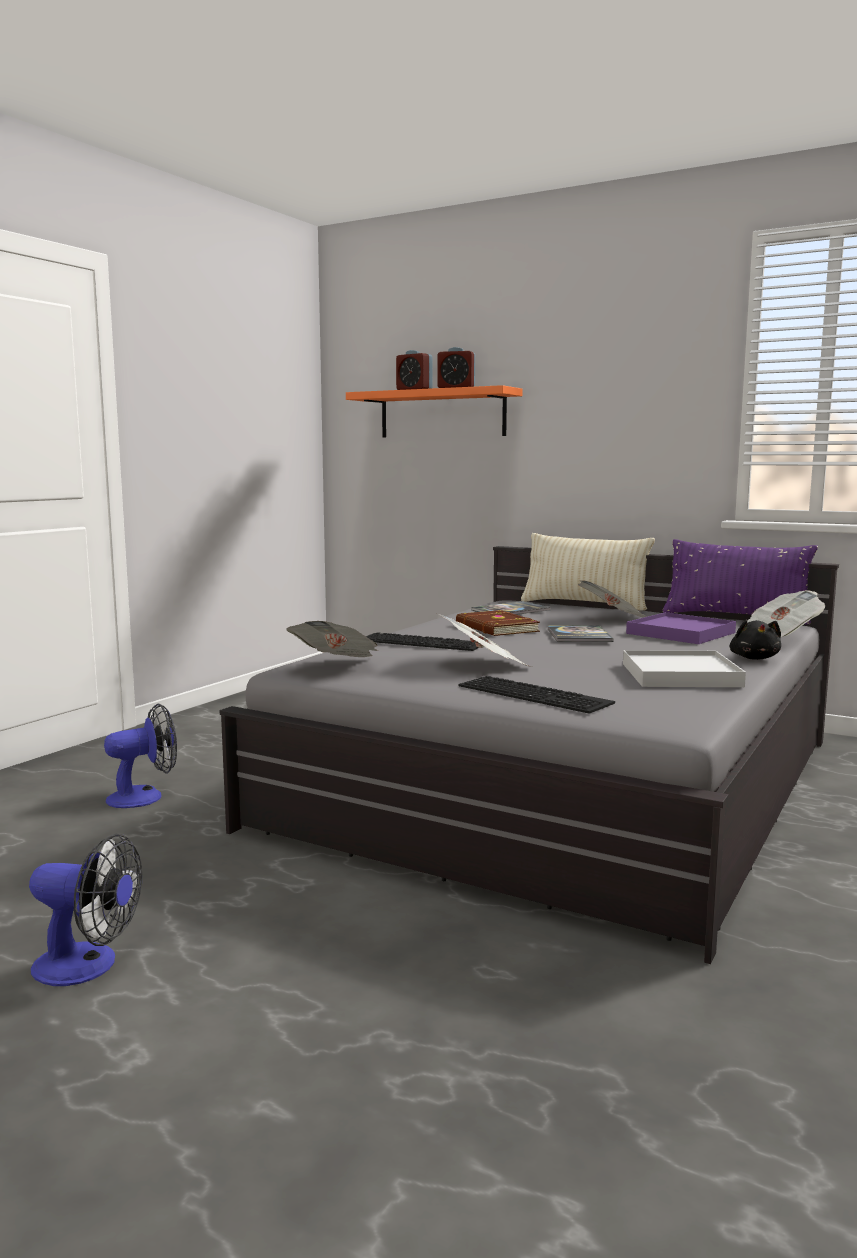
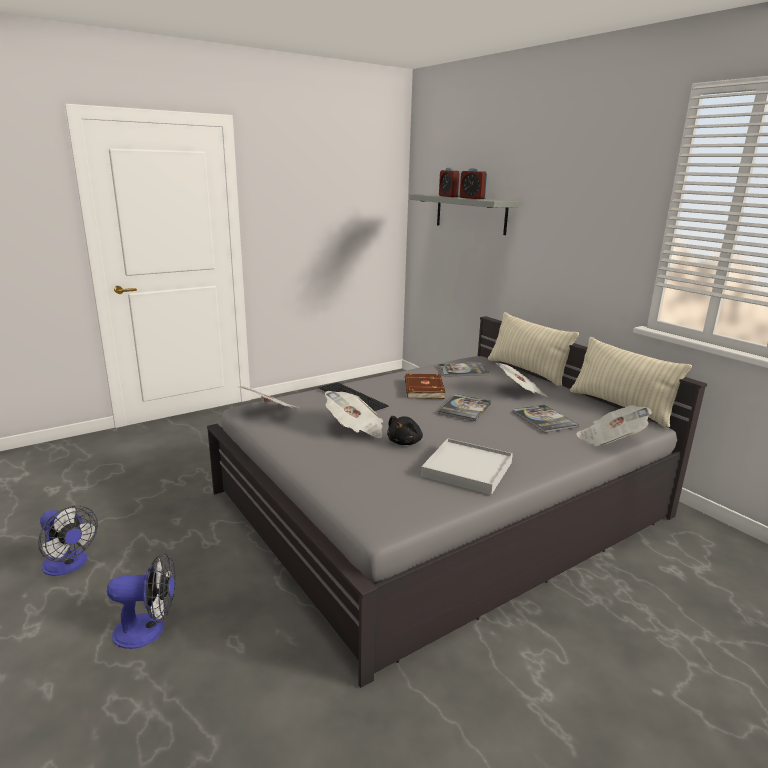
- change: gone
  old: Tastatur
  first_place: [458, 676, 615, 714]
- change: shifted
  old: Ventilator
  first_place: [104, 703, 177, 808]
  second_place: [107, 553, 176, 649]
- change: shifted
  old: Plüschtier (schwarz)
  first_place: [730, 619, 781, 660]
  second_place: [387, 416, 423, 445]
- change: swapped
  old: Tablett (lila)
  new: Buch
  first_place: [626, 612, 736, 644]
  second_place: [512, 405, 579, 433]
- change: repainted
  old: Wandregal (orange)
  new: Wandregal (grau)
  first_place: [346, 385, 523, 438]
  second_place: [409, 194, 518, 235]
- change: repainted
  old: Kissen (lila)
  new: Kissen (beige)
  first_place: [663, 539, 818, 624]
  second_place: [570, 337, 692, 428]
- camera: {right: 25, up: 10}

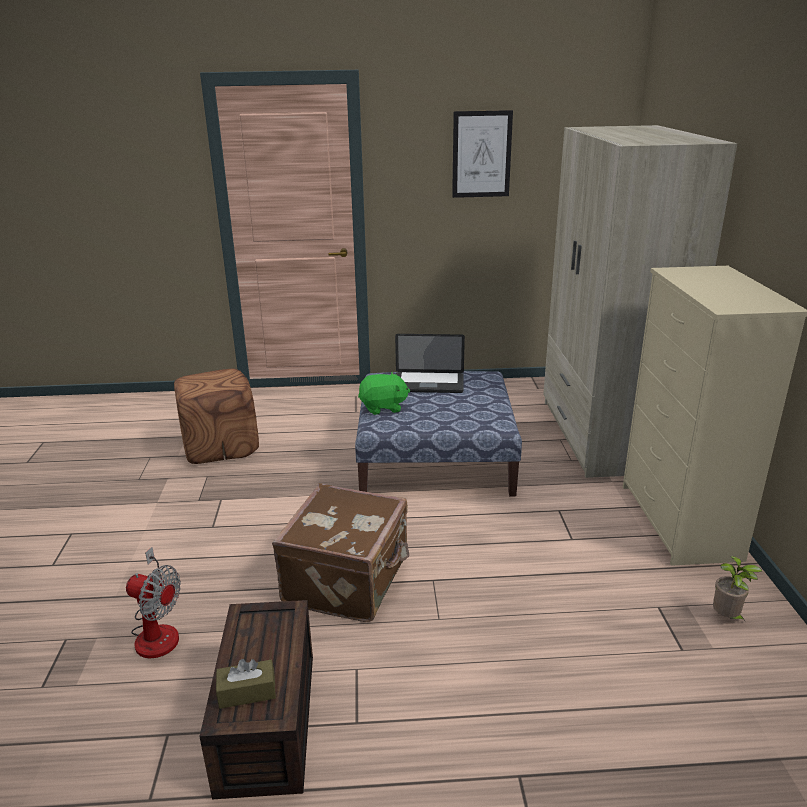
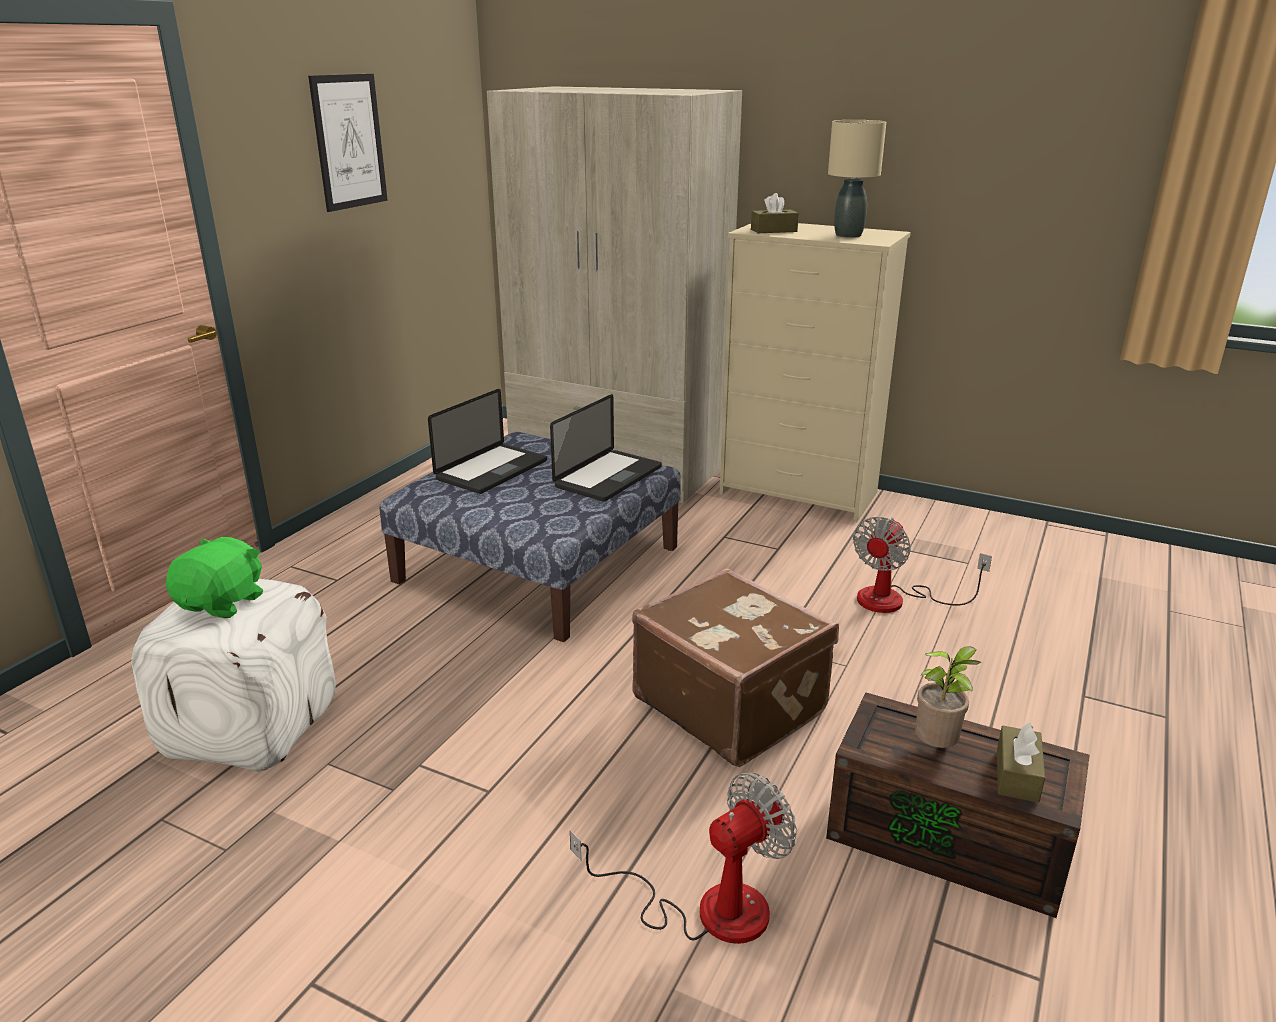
- change: new
  new: Laptop
  second_place: [550, 394, 662, 502]
- change: new
  new: Taschentuchbox (braun)
  second_place: [751, 193, 799, 233]
- change: new
  new: Tischlampe (beige)
  second_place: [828, 120, 886, 238]
- change: new
  new: Ventilator
  second_place: [853, 517, 992, 613]
- change: shifted
  old: Plüschtier (grün)
  first_place: [358, 372, 410, 415]
  second_place: [166, 537, 263, 618]
- change: shifted
  old: Topfpflanze
  first_place: [713, 556, 762, 621]
  second_place: [915, 647, 981, 748]
- change: repainted
  old: Polsterhocker (braun)
  new: Polsterhocker (weiß)
  first_place: [174, 369, 259, 464]
  second_place: [132, 579, 336, 771]
- camera: {right: -60, up: 0}

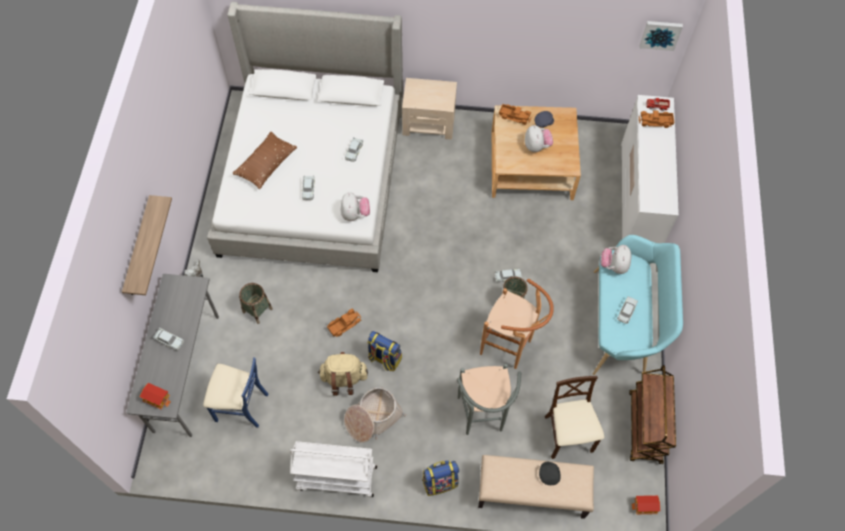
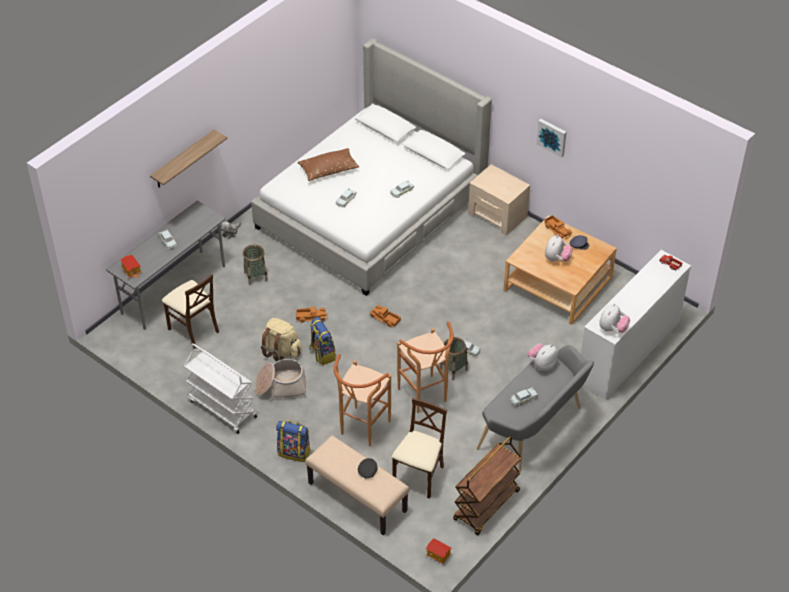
- change: shifted
  old: Plüschtier
  first_place: [341, 192, 370, 221]
  second_place: [599, 303, 630, 333]
- change: shifted
  old: Spielzeuglaster
  first_place: [639, 110, 674, 128]
  second_place: [370, 305, 401, 327]
- change: shifted
  old: Bild
  first_place: [640, 21, 683, 51]
  second_place: [536, 119, 567, 158]
- change: repainted
  old: Stuhl (blau)
  new: Stuhl (beige)
  first_place: [203, 357, 268, 428]
  second_place: [162, 274, 219, 349]
- change: repainted
  old: Hocker (grau)
  new: Hocker (braun)
  first_place: [457, 364, 521, 435]
  second_place: [334, 354, 391, 446]
- change: repainted
  old: Bank (türkis)
  new: Bank (grau)
  first_place: [593, 235, 683, 375]
  second_place: [476, 345, 594, 472]
- camera: {right: 35, up: -15}

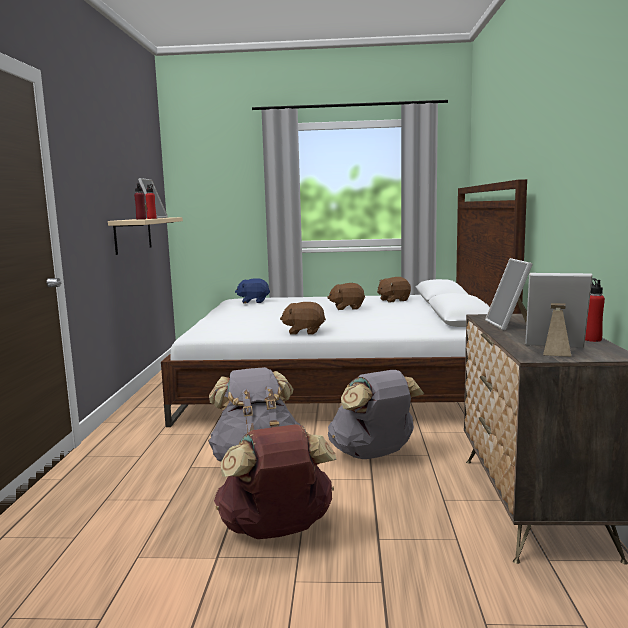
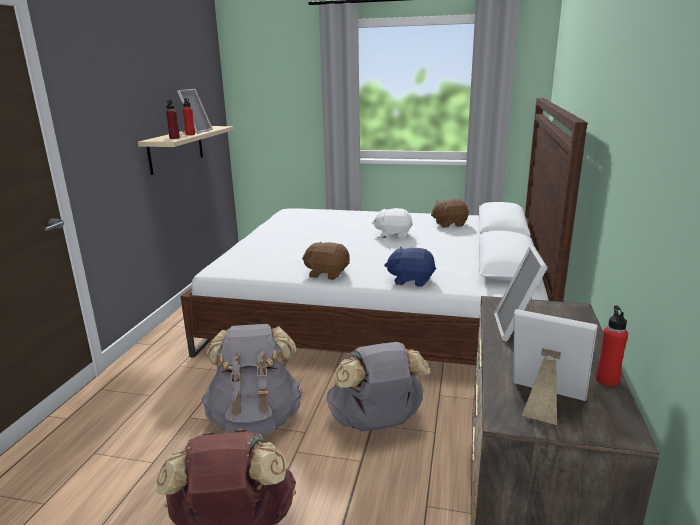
- change: shifted
  old: Plüschtier (blau)
  first_place: [235, 278, 270, 303]
  second_place: [384, 247, 436, 287]
- change: repainted
  old: Plüschtier (braun)
  new: Plüschtier (weiß)
  first_place: [327, 283, 365, 310]
  second_place: [372, 208, 413, 238]
- camera: {right: 10, up: 10}

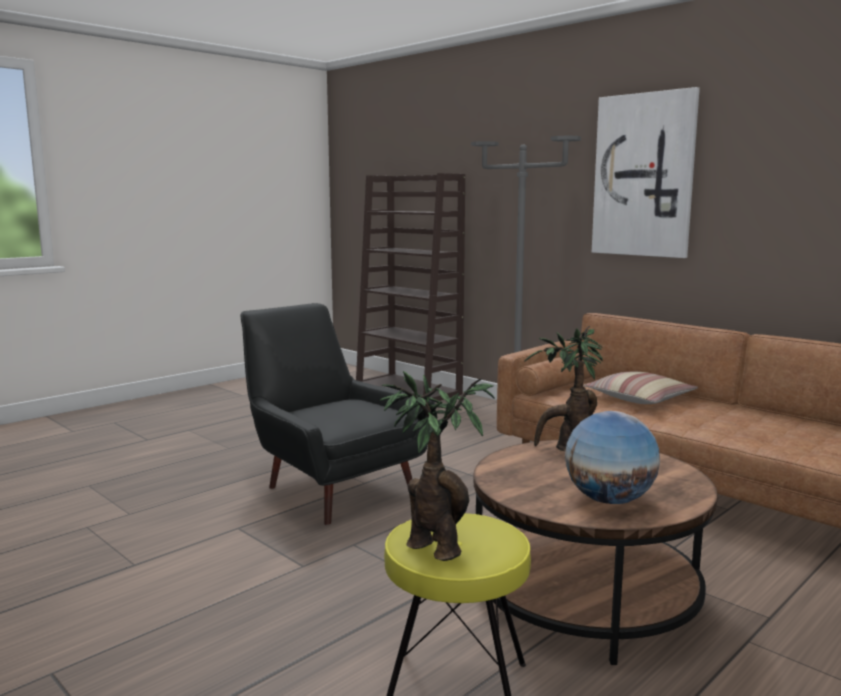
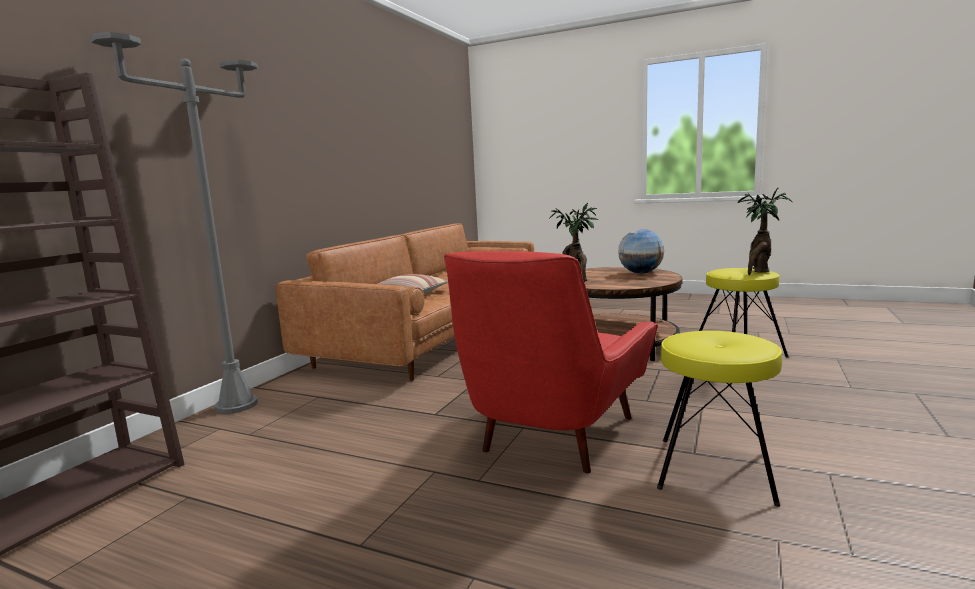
- change: gone
  old: Bild
  first_place: [592, 87, 700, 258]
- change: new
  new: Hocker (gelb)
  second_place: [657, 331, 782, 507]
- change: repainted
  old: Sessel (schwarz)
  new: Sessel (rot)
  first_place: [240, 303, 436, 525]
  second_place: [444, 251, 658, 473]
- camera: {right: -110, up: 0}

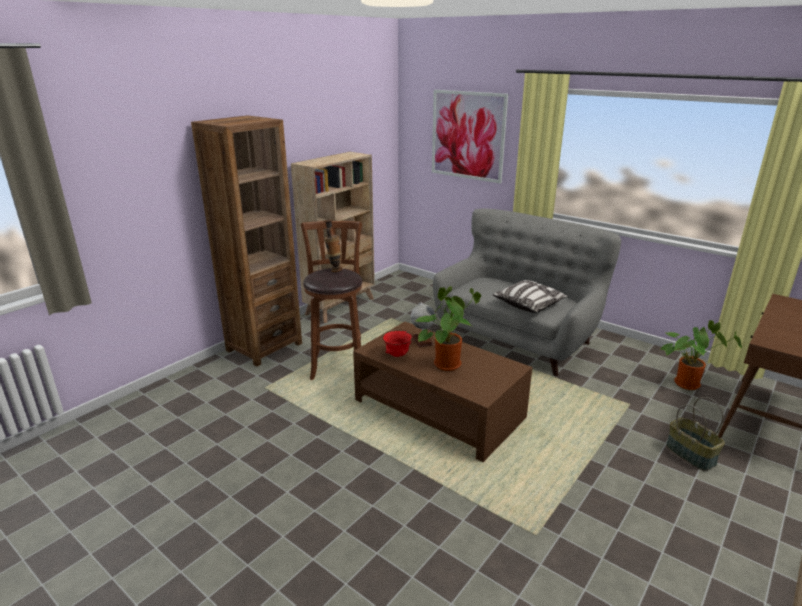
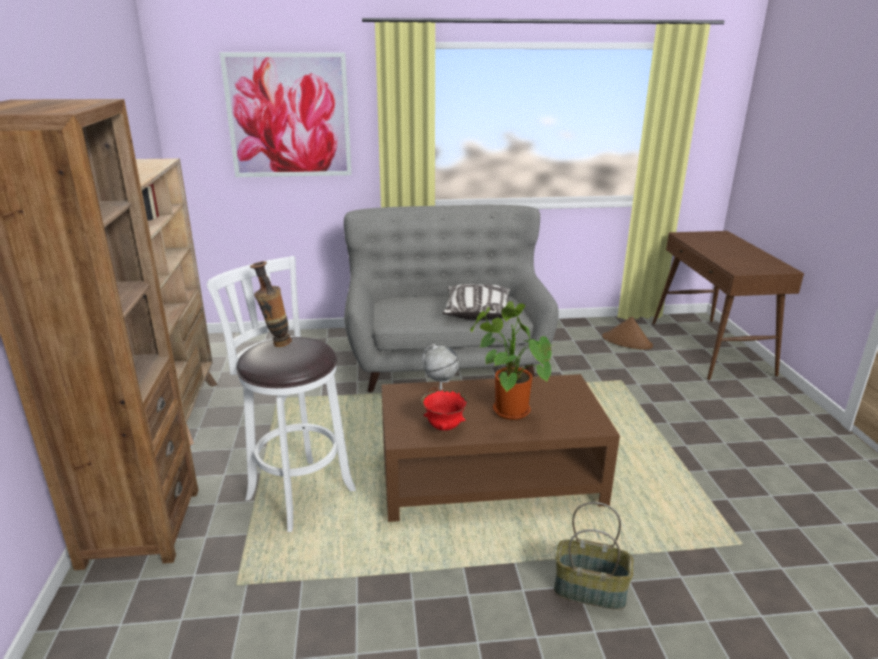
- change: shifted
  old: Korb
  first_place: [666, 397, 725, 471]
  second_place: [554, 502, 633, 610]
- change: swapped
  old: Topfpflanze
  new: Hut (braun)
  first_place: [661, 320, 742, 390]
  second_place: [603, 316, 653, 350]
- change: repainted
  old: Hocker (braun)
  new: Hocker (weiß)
  first_place: [301, 221, 362, 380]
  second_place: [207, 256, 356, 532]
- camera: {right: -45, up: 0}

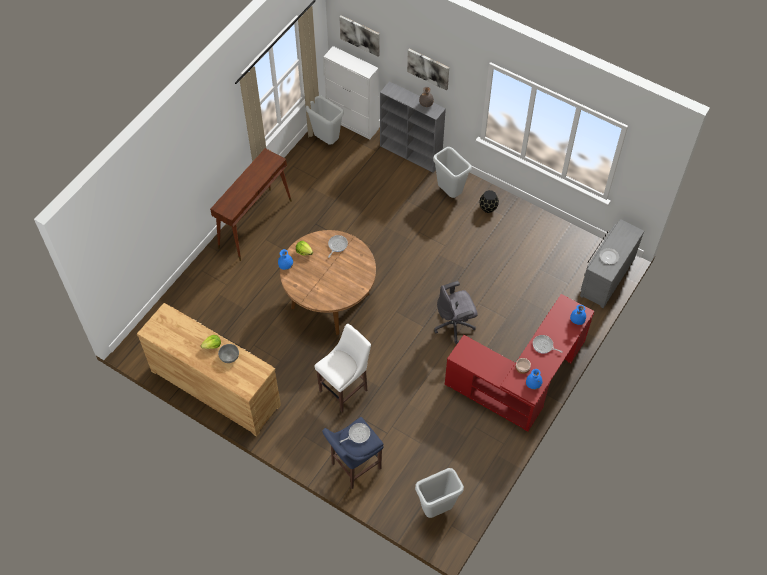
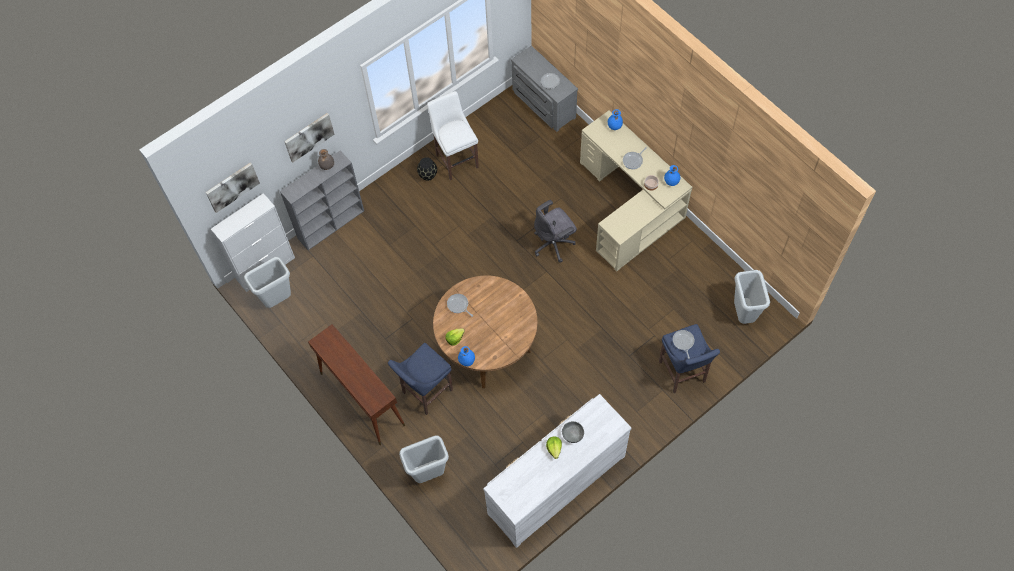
- change: new
  new: Hocker (blau)
  second_place: [388, 343, 453, 415]
- change: shifted
  old: Hocker (weiß)
  first_place: [315, 324, 371, 412]
  second_place: [427, 91, 479, 180]
- change: shifted
  old: Mülleimer (grau)
  first_place: [433, 147, 472, 198]
  second_place: [399, 435, 449, 483]
- change: repainted
  old: Kommode (braun)
  new: Kommode (weiß)
  first_place: [137, 303, 281, 437]
  second_place: [483, 394, 631, 548]
- change: repainted
  old: Schreibtisch (rot)
  new: Schreibtisch (beige)
  first_place: [445, 294, 595, 432]
  second_place: [580, 111, 692, 271]
- change: rotated
  old: Bürostuhl (grau)
  first_place: [434, 281, 478, 344]
  second_place: [534, 200, 577, 263]
  degrees: 60
- camera: {right: -70, up: 5}

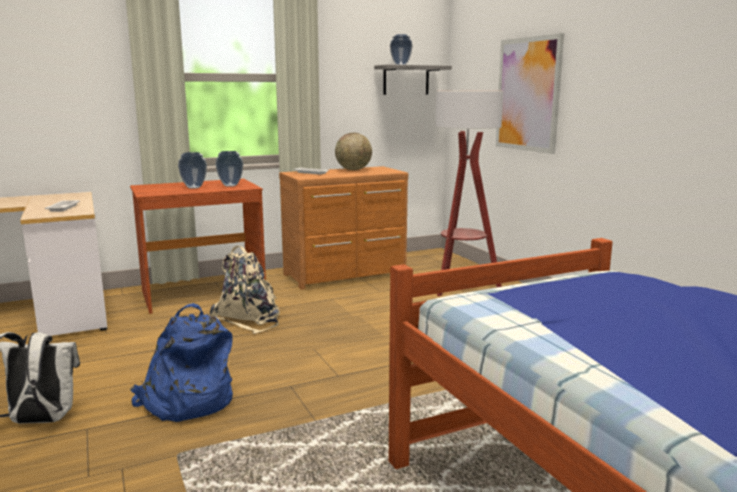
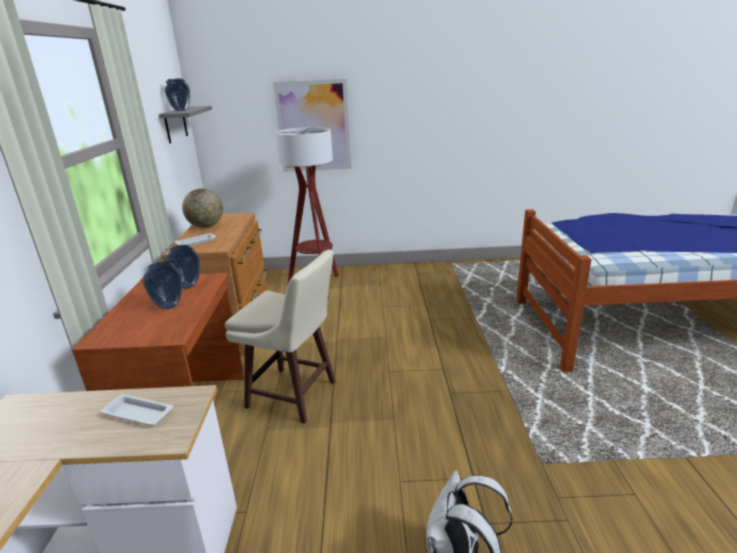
- change: gone
  old: Rucksack (blau)
  first_place: [130, 303, 233, 422]
- change: swapped
  old: Rucksack (beige)
  new: Hocker (beige)
  first_place: [210, 246, 280, 334]
  second_place: [225, 250, 336, 424]
- camera: {right: -65, up: 10}

